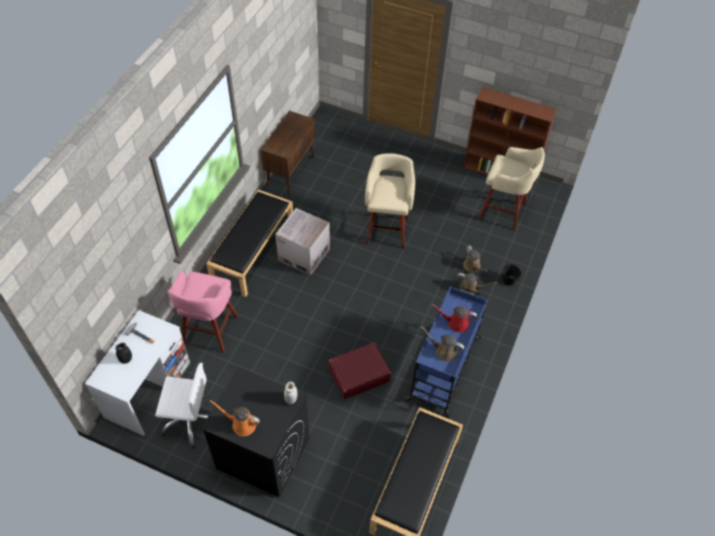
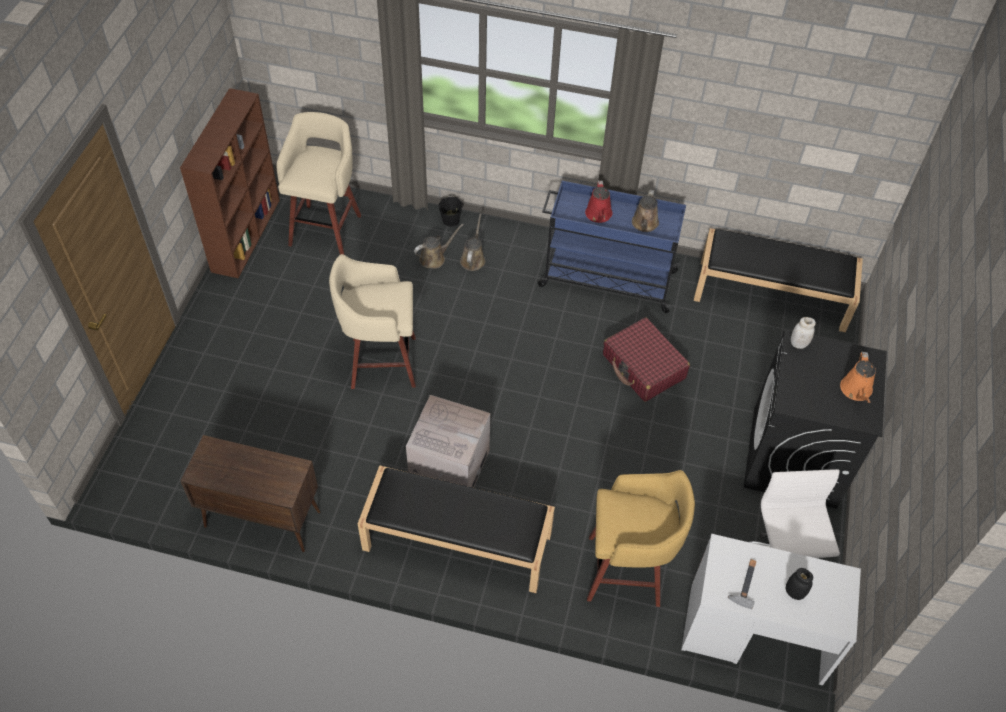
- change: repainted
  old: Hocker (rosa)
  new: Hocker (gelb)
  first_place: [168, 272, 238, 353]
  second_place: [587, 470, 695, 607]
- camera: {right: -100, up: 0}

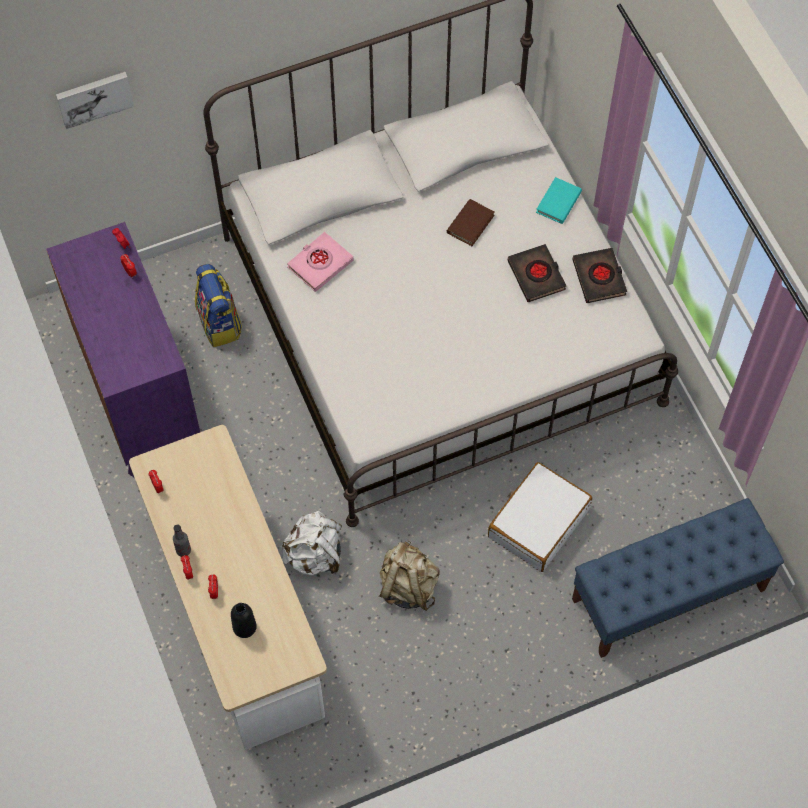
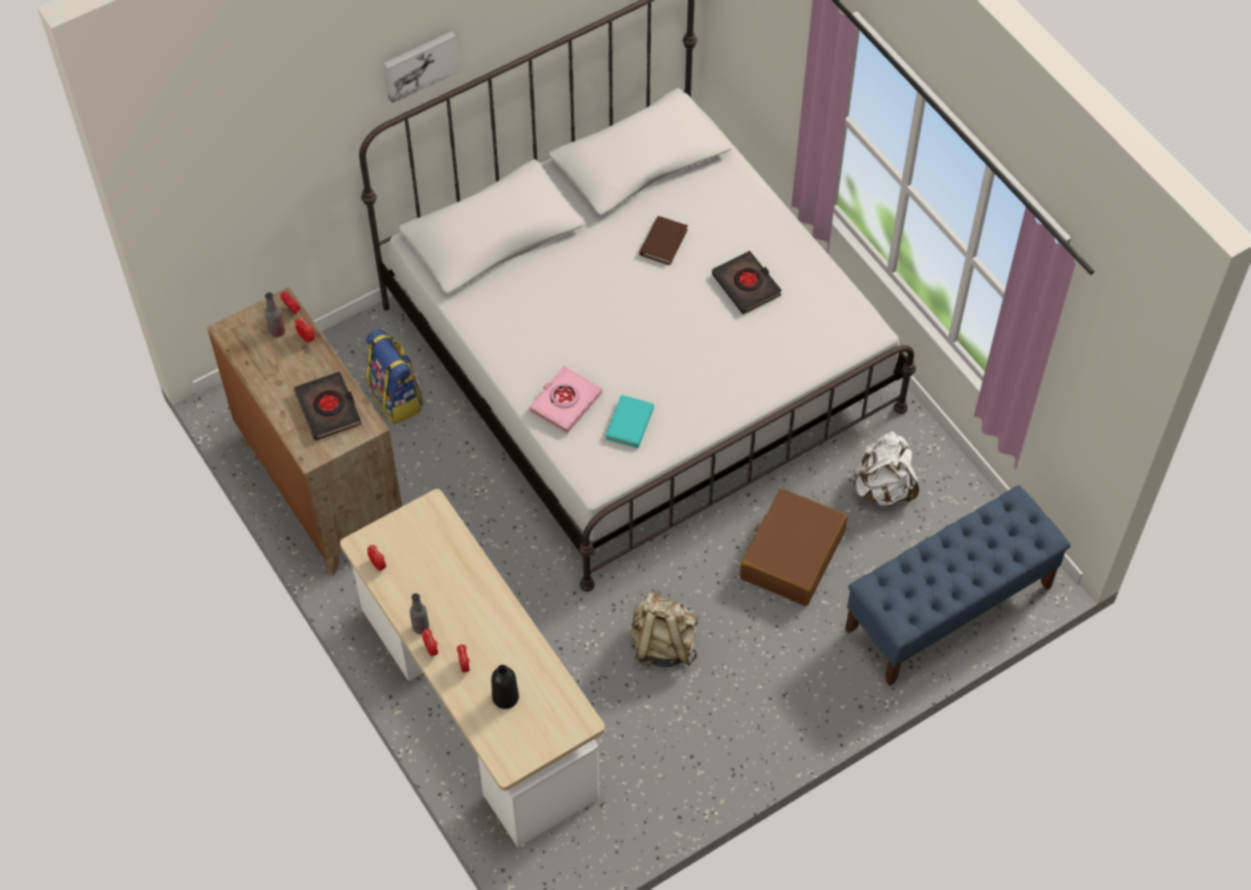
- change: new
  new: Flasche
  second_place: [265, 292, 285, 337]
- change: shifted
  old: Bild
  first_place: [56, 72, 134, 129]
  second_place: [384, 31, 459, 104]
- change: shifted
  old: Rucksack (weiß)
  first_place: [282, 511, 342, 575]
  second_place: [852, 431, 919, 506]
- change: shifted
  old: Buch (rosa)
  first_place: [287, 232, 353, 292]
  second_place: [529, 366, 602, 434]
- change: shifted
  old: Buch (türkis)
  first_place: [536, 177, 582, 224]
  second_place: [605, 395, 654, 448]
- change: shifted
  old: Buch (schwarz)
  first_place: [572, 248, 627, 303]
  second_place: [294, 372, 361, 441]
- change: repainted
  old: Kommode (lila)
  new: Kommode (braun)
  first_place: [46, 222, 200, 477]
  second_place: [207, 286, 402, 576]
- change: repainted
  old: Koffer (weiß)
  new: Koffer (braun)
  first_place: [488, 462, 592, 572]
  second_place: [740, 488, 848, 606]
- camera: {right: -10, up: -5}

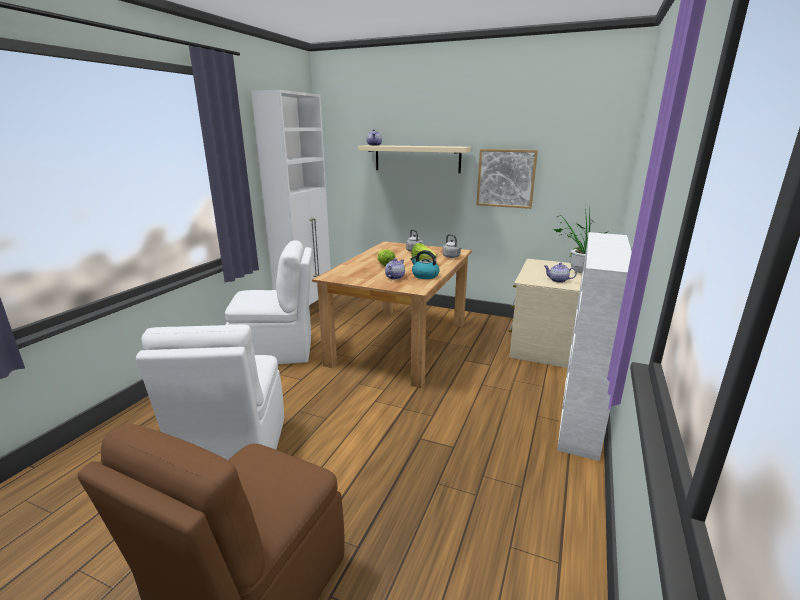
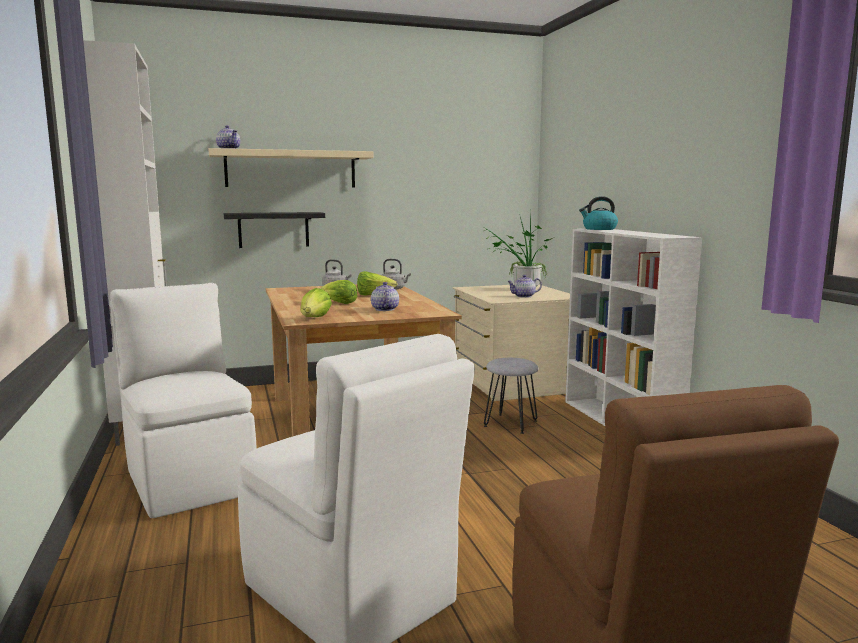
- change: gone
  old: Bild
  first_place: [476, 149, 538, 209]
- change: new
  new: Wandregal (schwarz)
  second_place: [223, 212, 325, 248]
- change: new
  new: Salatkopf
  second_place: [301, 288, 332, 317]
- change: new
  new: Hocker (grau)
  second_place: [484, 358, 539, 434]
- change: shifted
  old: Wasserkessel
  first_place: [410, 250, 440, 279]
  second_place: [579, 196, 618, 230]
- change: rotated
  old: Stuhl (weiß)
  first_place: [225, 240, 312, 364]
  second_place: [110, 283, 257, 518]
  degrees: -75
- camera: {right: -40, up: -10}

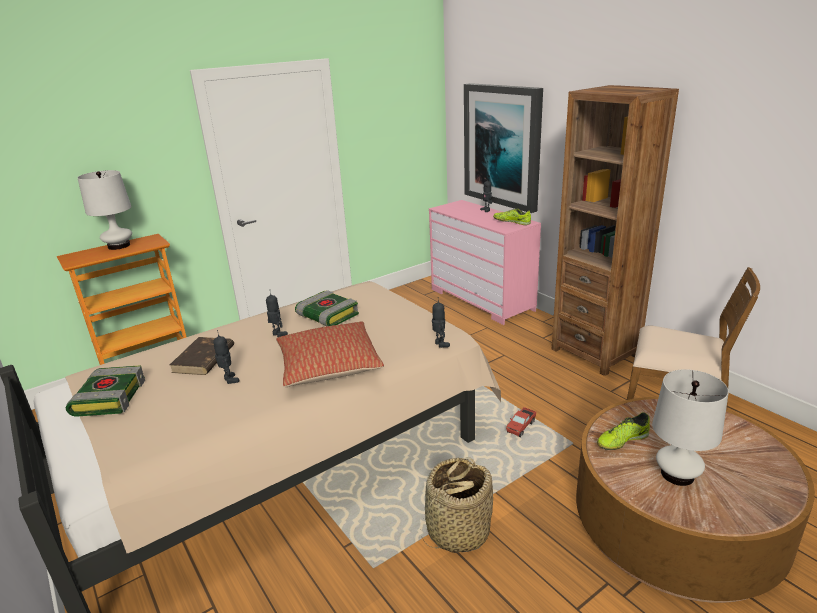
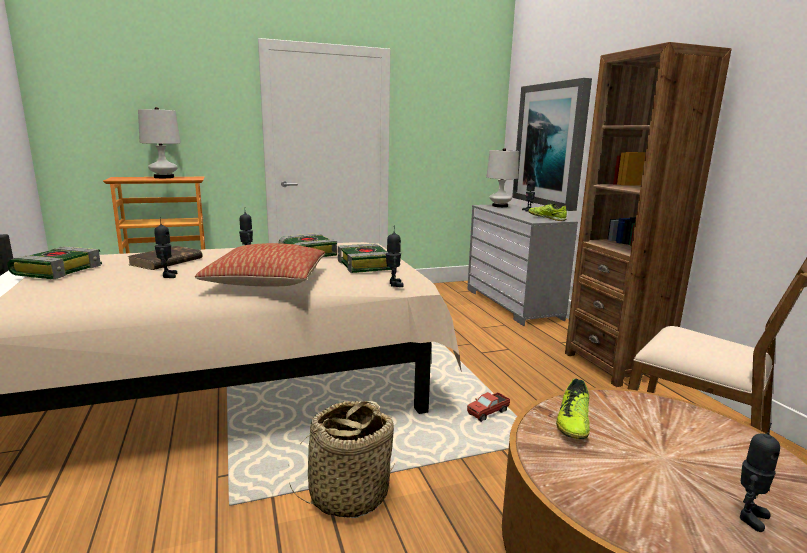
- change: new
  new: Buch
  second_place: [338, 244, 391, 273]
- change: new
  new: Spielzeugroboter
  second_place: [740, 423, 780, 532]
- change: shifted
  old: Tischlampe (weiß)
  first_place: [652, 369, 729, 486]
  second_place: [487, 148, 519, 207]
- change: repainted
  old: Kommode (rosa)
  new: Kommode (grau)
  first_place: [429, 200, 541, 325]
  second_place: [467, 204, 578, 326]
- change: rotated
  old: Schuh
  first_place: [597, 412, 650, 450]
  second_place: [556, 378, 590, 439]
  degrees: -60
- camera: {right: 15, up: -10}

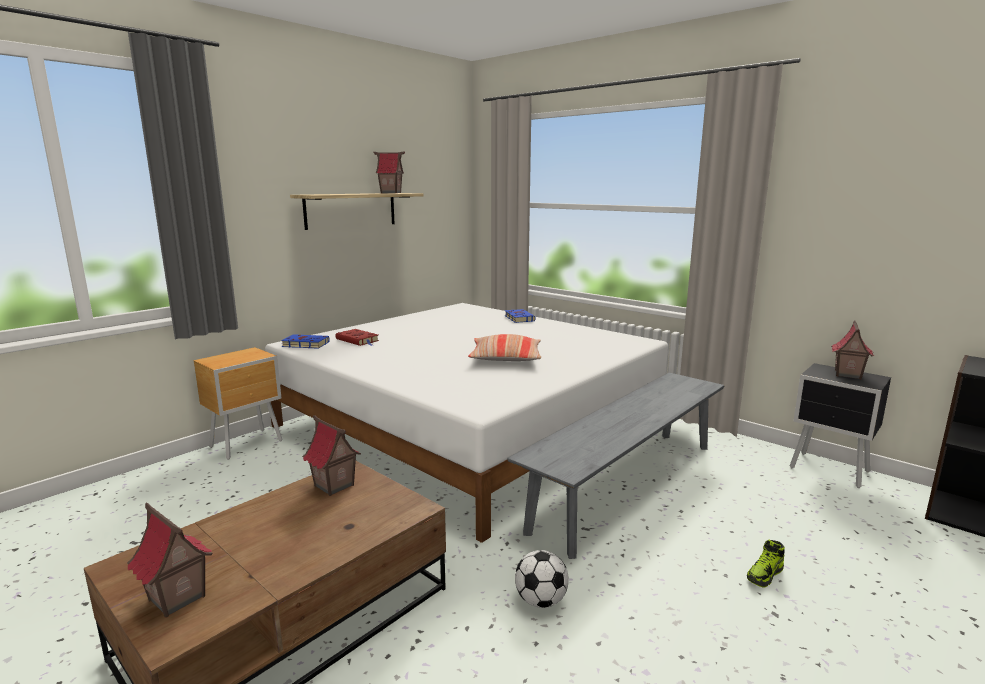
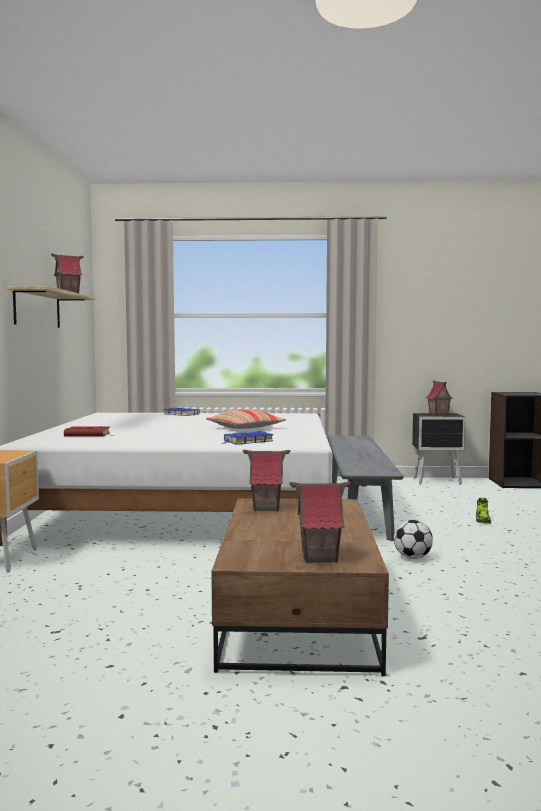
- change: shifted
  old: Buch (blau)
  first_place: [281, 334, 330, 349]
  second_place: [222, 431, 273, 444]
- camera: {right: -40, up: -10}

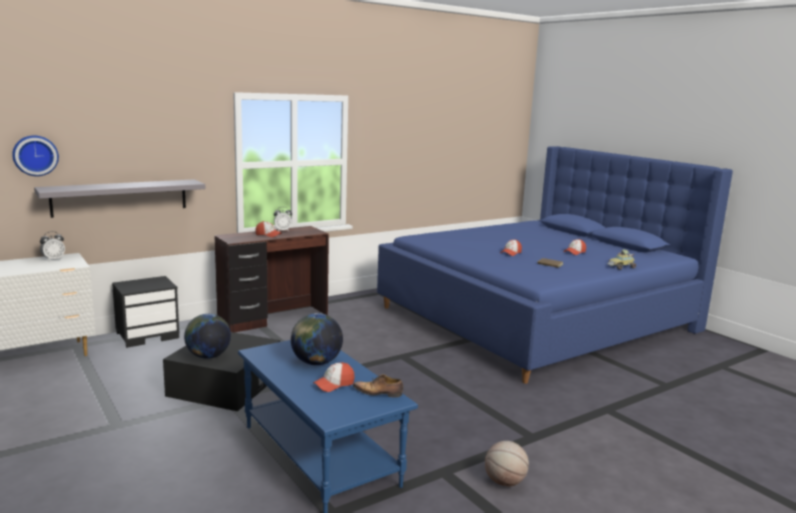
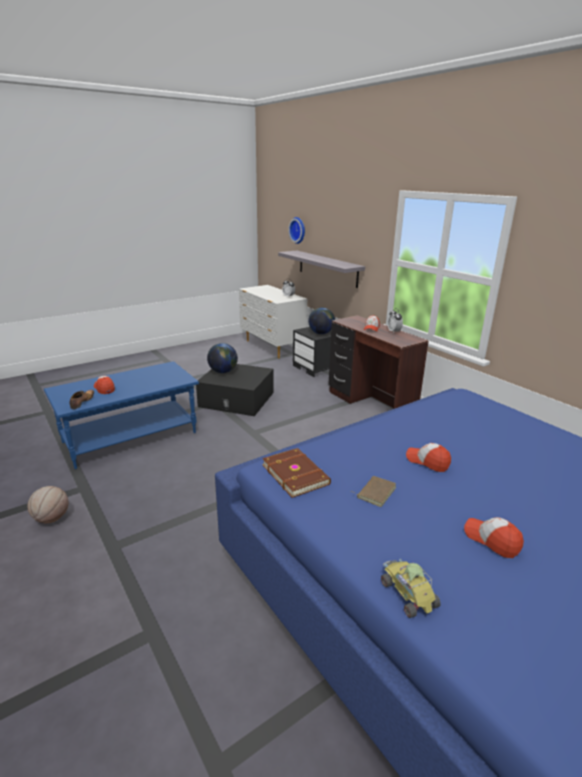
- change: new
  new: Buch (braun)
  second_place: [262, 448, 331, 498]
- change: shifted
  old: Globus
  first_place: [291, 313, 343, 365]
  second_place: [308, 307, 335, 334]
- camera: {right: 90, up: 10}

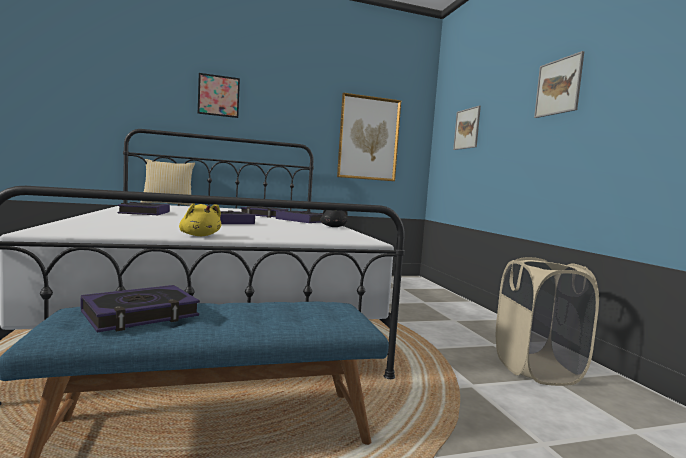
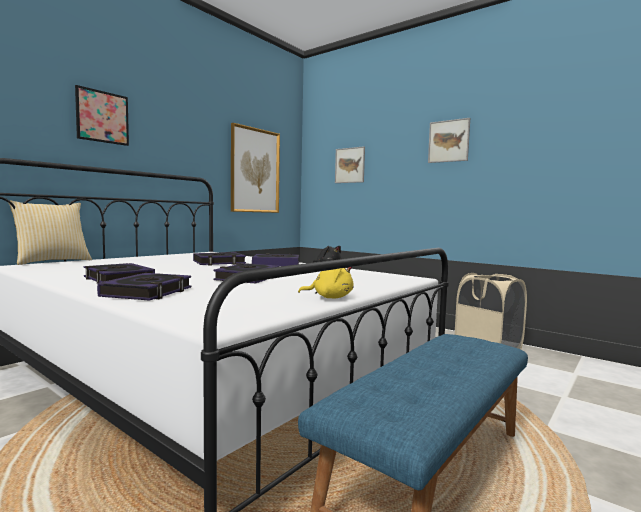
- change: shifted
  old: Buch
  first_place: [81, 285, 200, 333]
  second_place: [97, 273, 191, 301]
- camera: {right: -35, up: 0}

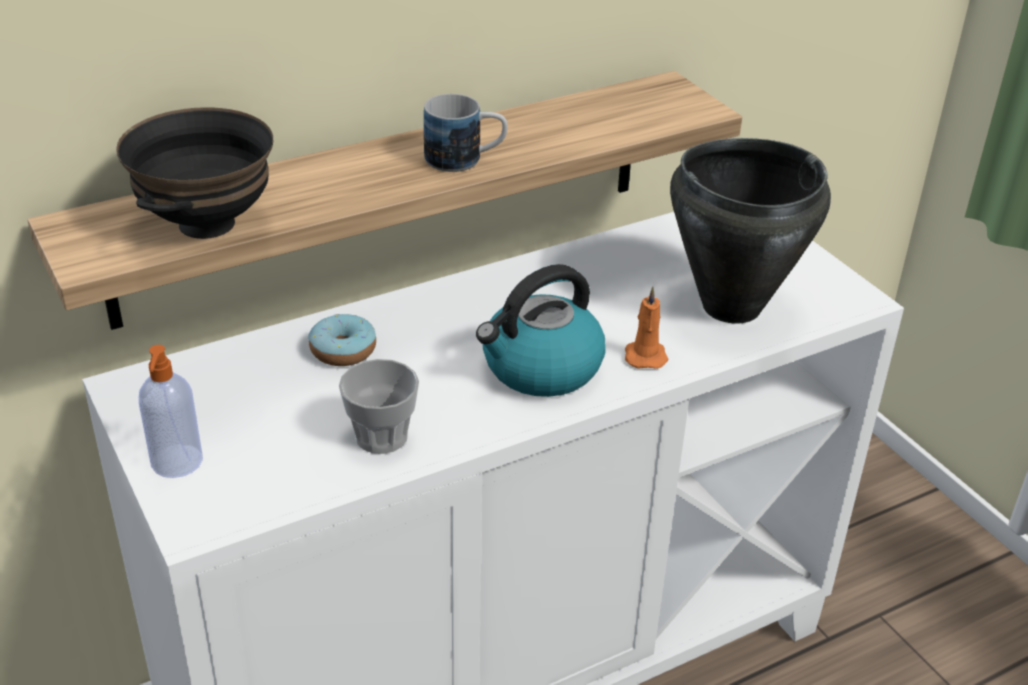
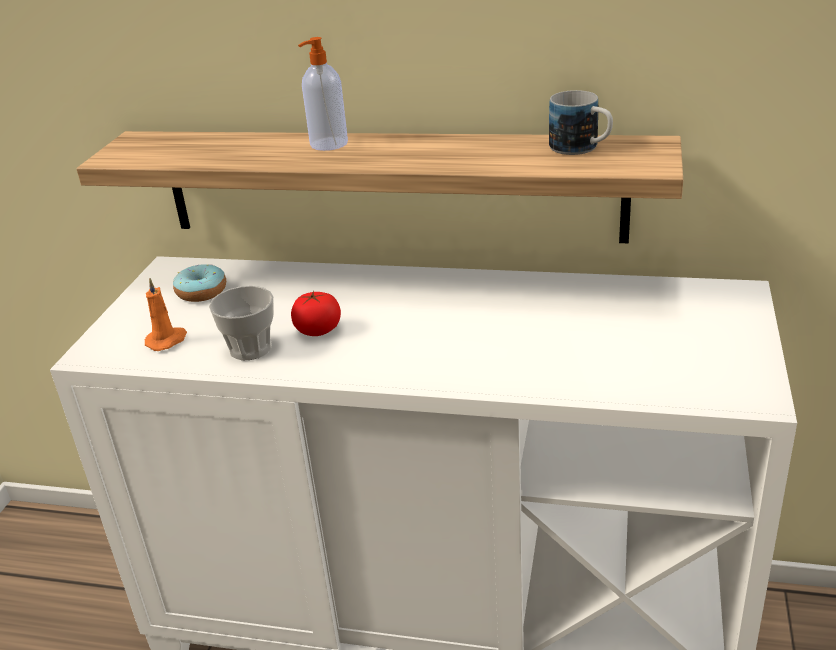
- change: gone
  old: Schüssel (schwarz)
  first_place: [116, 107, 273, 239]
- change: gone
  old: Wasserkessel
  first_place: [476, 264, 606, 397]
- change: gone
  old: Kochtopf (schwarz)
  first_place: [670, 138, 831, 324]
- change: new
  new: Tomate
  second_place: [291, 291, 341, 336]
- change: shifted
  old: Seifenspender
  first_place: [139, 345, 203, 478]
  second_place: [298, 37, 348, 151]
- change: shifted
  old: Donut
  first_place: [308, 314, 376, 366]
  second_place: [173, 264, 226, 302]
- change: shifted
  old: Henkelbecher
  first_place: [424, 94, 508, 172]
  second_place: [549, 90, 613, 155]
- change: shifted
  old: Kerze (orange)
  first_place: [625, 287, 668, 369]
  second_place: [145, 278, 187, 351]
- camera: {right: 45, up: -5}

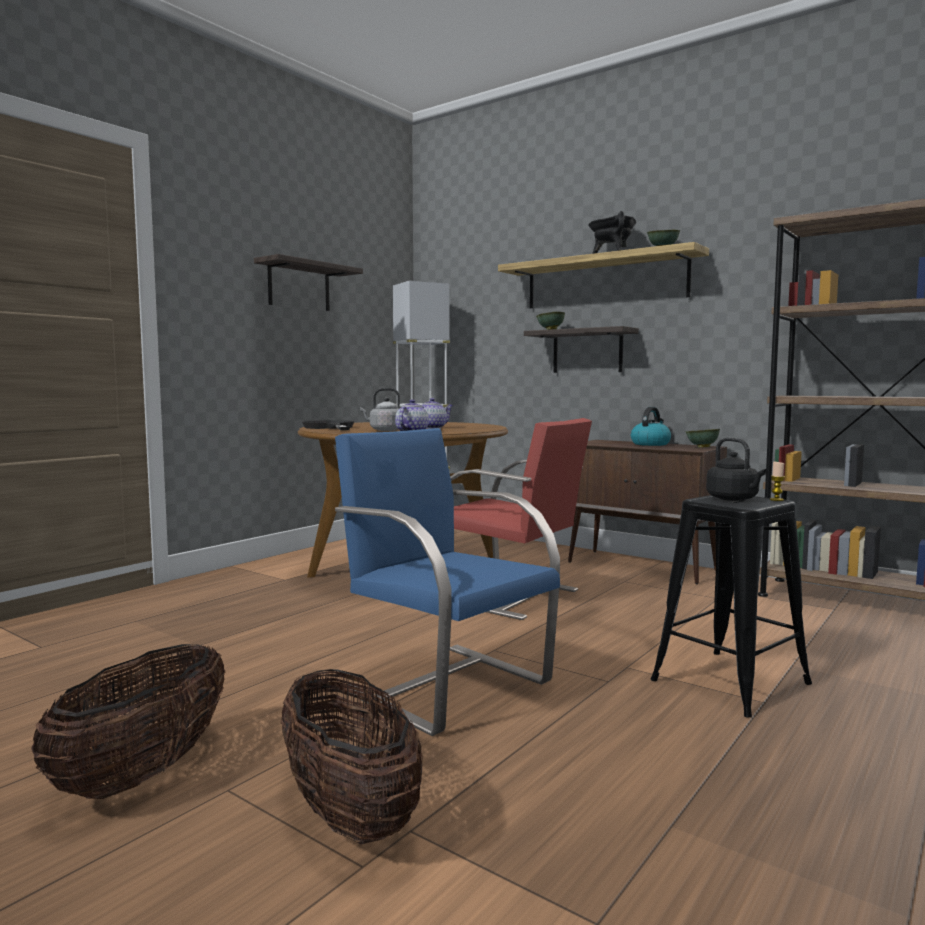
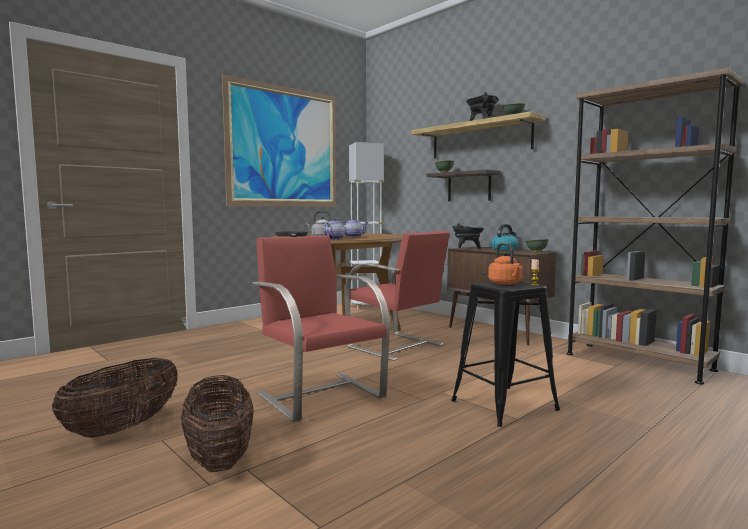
- change: new
  new: Kochtopf (schwarz)
  second_place: [453, 223, 484, 249]
- change: swapped
  old: Wandregal
  new: Bild
  first_place: [254, 254, 363, 311]
  second_place: [222, 74, 336, 207]
- change: repainted
  old: Stuhl (blau)
  new: Stuhl (rot)
  first_place: [335, 428, 560, 736]
  second_place: [253, 235, 390, 422]
- change: repainted
  old: Wasserkessel (schwarz)
  new: Wasserkessel (orange)
  first_place: [706, 437, 766, 501]
  second_place: [488, 243, 523, 285]
- camera: {right: 10, up: 0}

